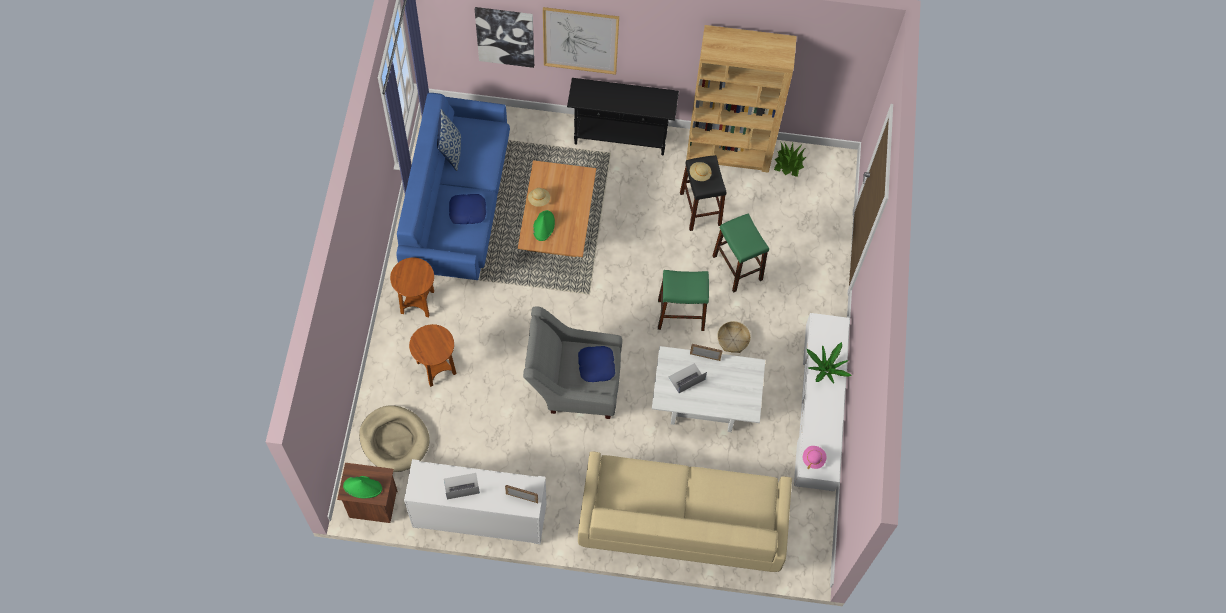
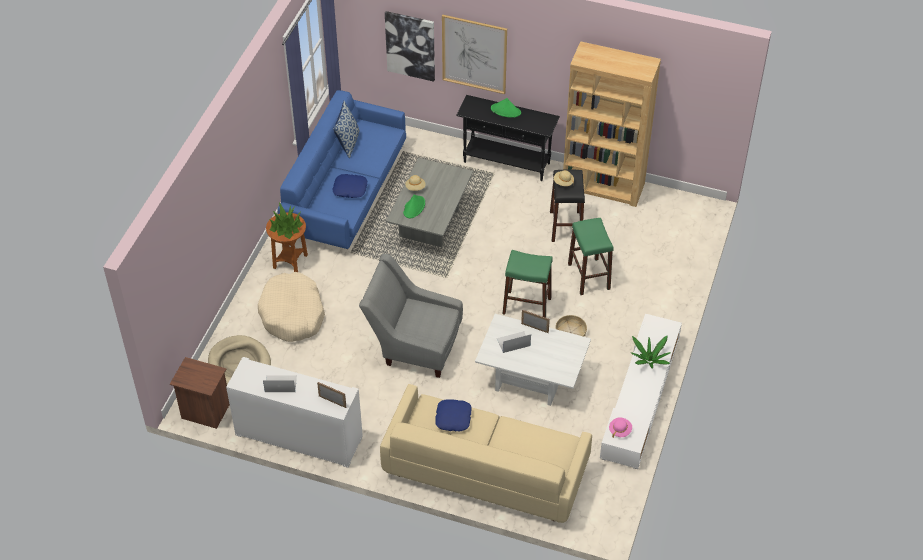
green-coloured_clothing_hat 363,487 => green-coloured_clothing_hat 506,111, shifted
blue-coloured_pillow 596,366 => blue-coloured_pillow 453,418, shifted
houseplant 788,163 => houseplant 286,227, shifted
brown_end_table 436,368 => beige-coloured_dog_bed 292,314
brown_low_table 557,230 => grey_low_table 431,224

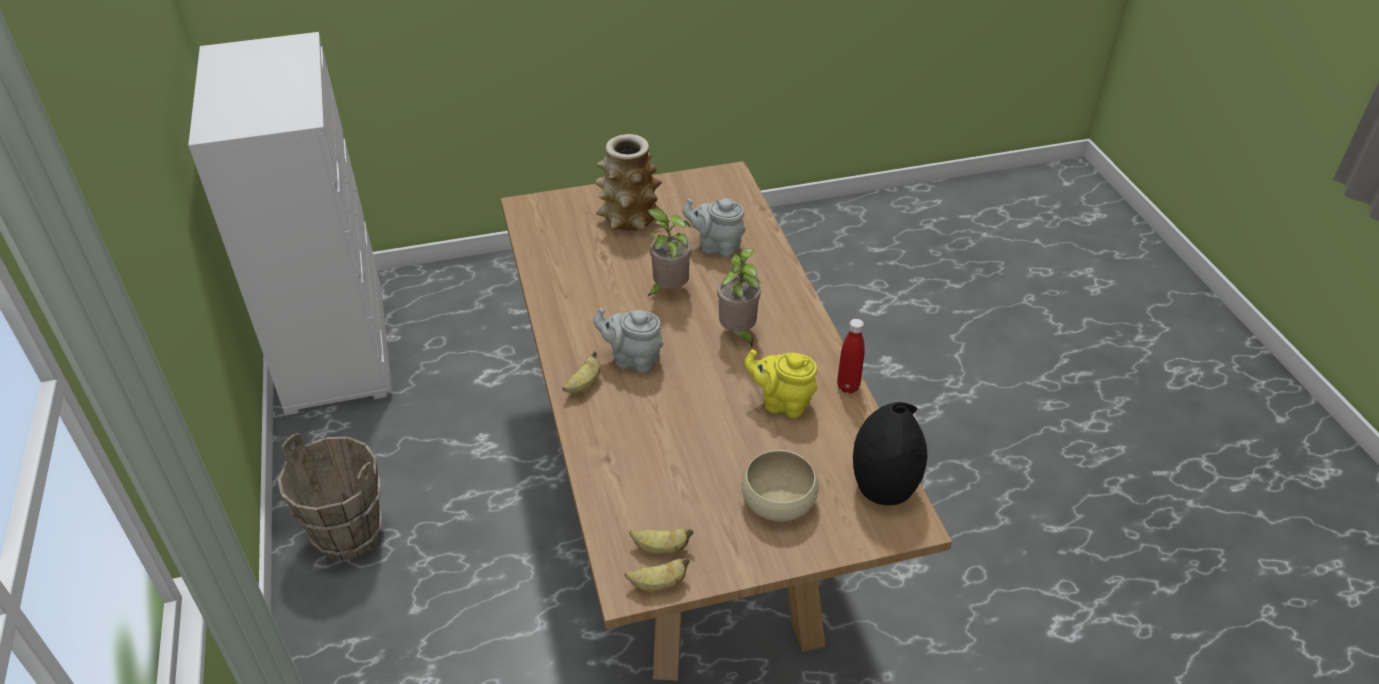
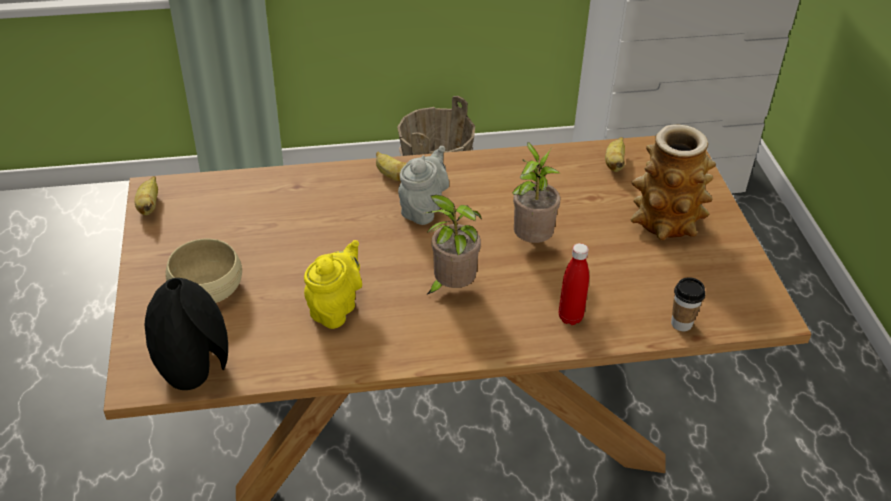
grey_tea_pot 716,246 => nothing
nothing => drinking_cup 681,323
banana 660,548 => banana 614,164, shifted
reddish_bottle 848,386 => reddish_bottle 570,317, shifted

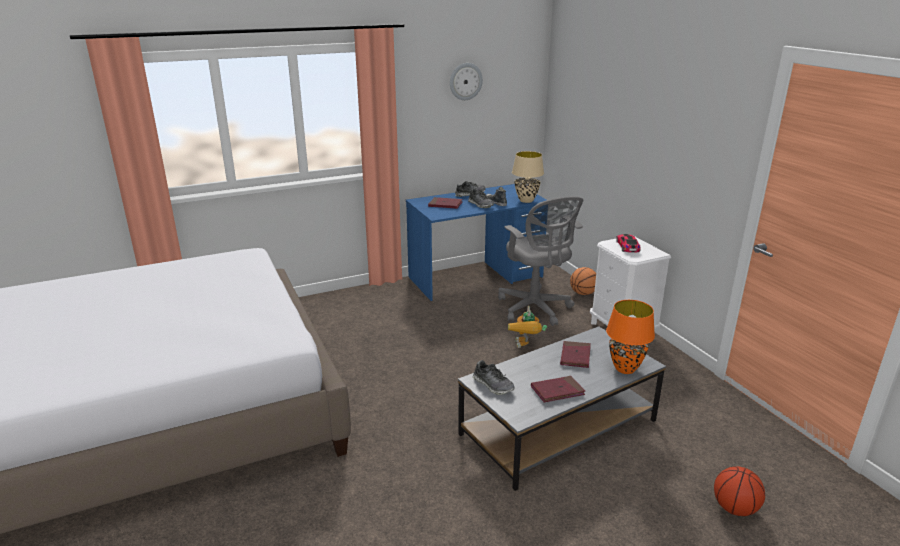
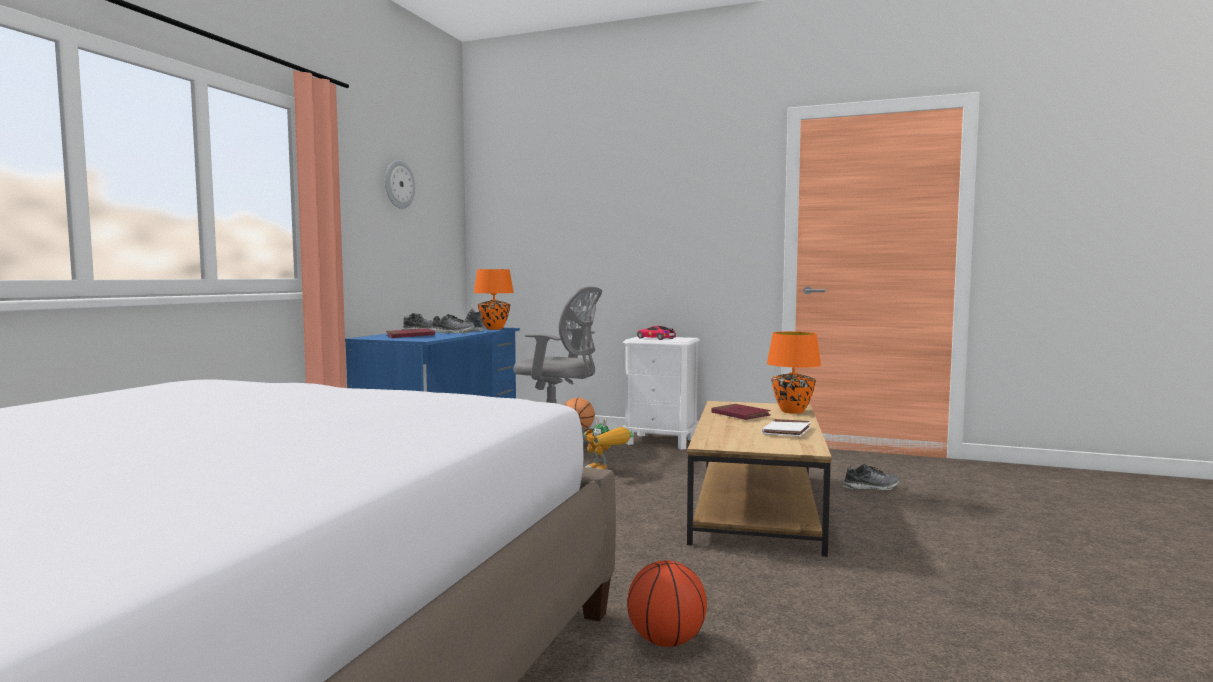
item_of_footwear 493,385 => item_of_footwear 870,487, shifted
basketball 734,508 => basketball 666,641, shifted
grey_low_table 558,427 => brown_low_table 755,506
beige-coloured_tabletop_lamp 526,200 => orangey_tabletop_lamp 494,329
reddish_volume 557,391 => white-coloured_volume 787,431

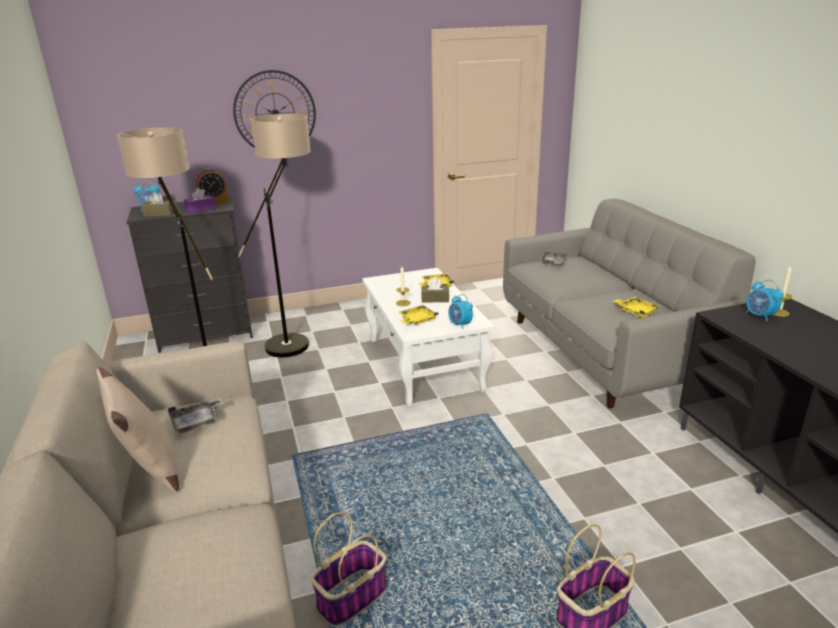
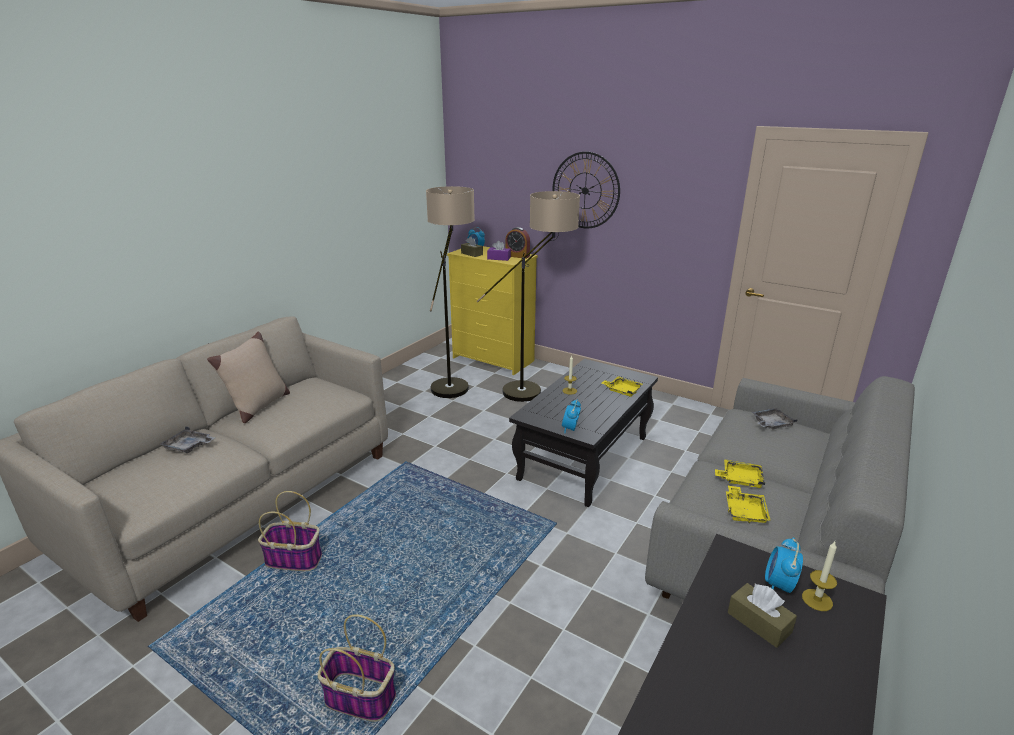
grey_carrying_tray 197,422 => grey_carrying_tray 189,447, shifted
yellowish_carrying_tray 417,320 => yellowish_carrying_tray 740,479, shifted
brown_box_of_tissues 435,299 => brown_box_of_tissues 759,622, shifted
black_drawer_chest 207,335 => yellowish_drawer_chest 493,359
white-coloured_low_table 424,364 => black_low_table 583,458

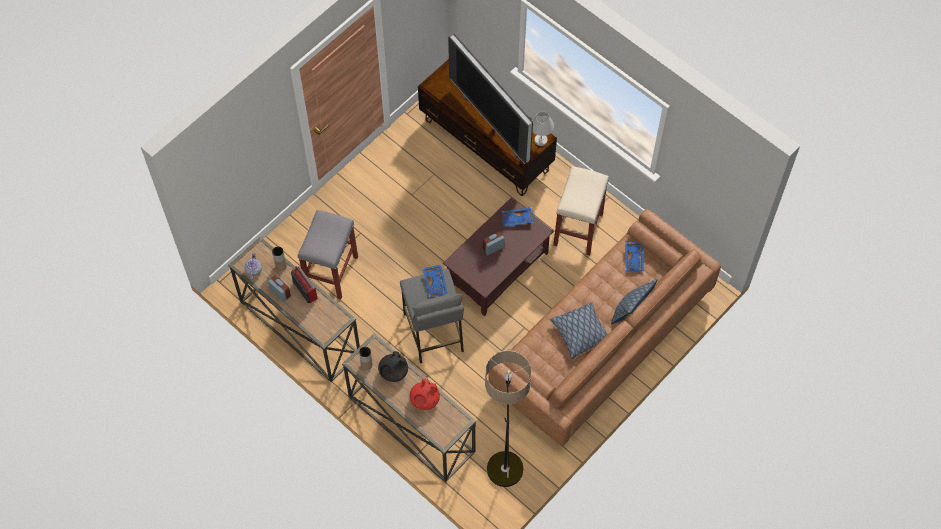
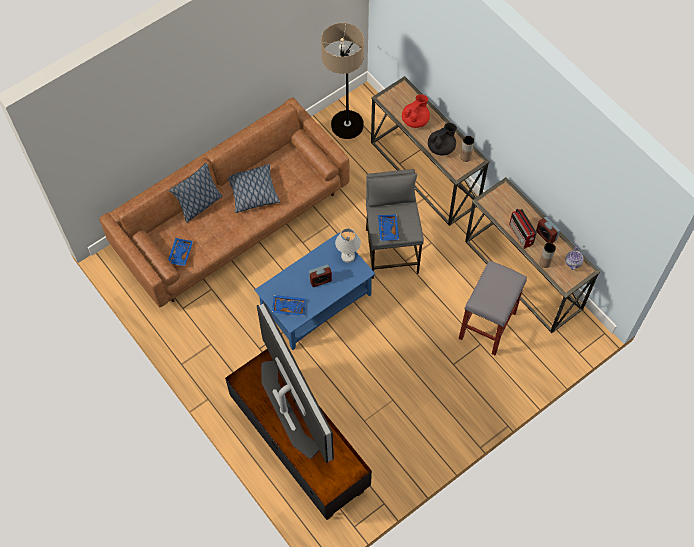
beige-coloured_sitting_stool 578,230 => nothing
white-coloured_tabletop_lamp 540,140 => white-coloured_tabletop_lamp 348,256, shifted
brown_low_table 497,270 => blue-coloured_low_table 317,303

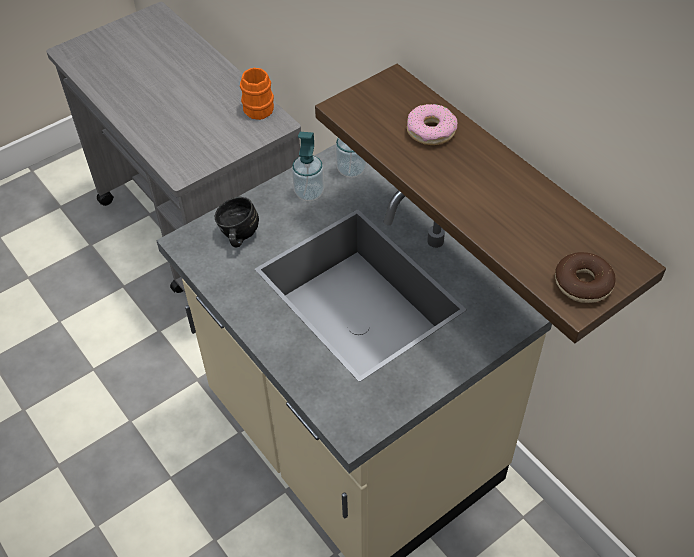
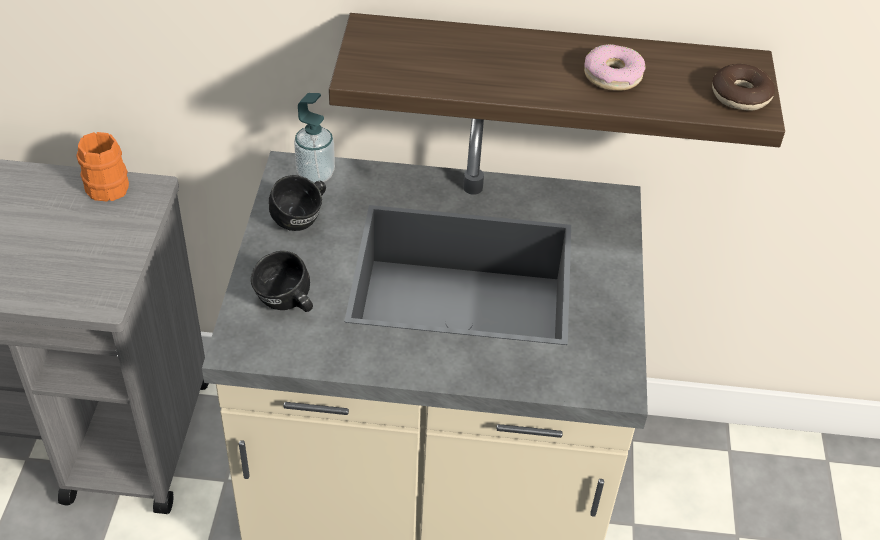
doughnut 431,131 => doughnut 612,75, shifted
soap_dispenser 309,192 => black_tea_mug 303,220

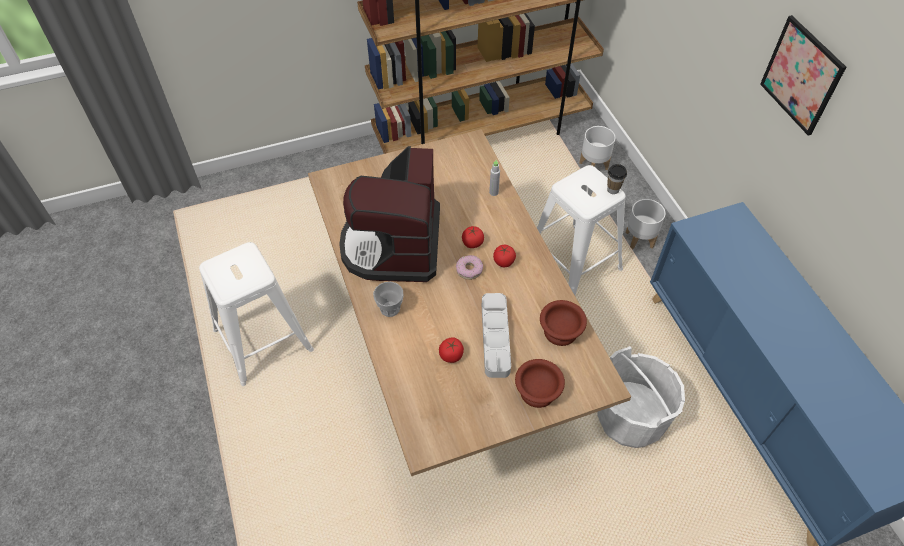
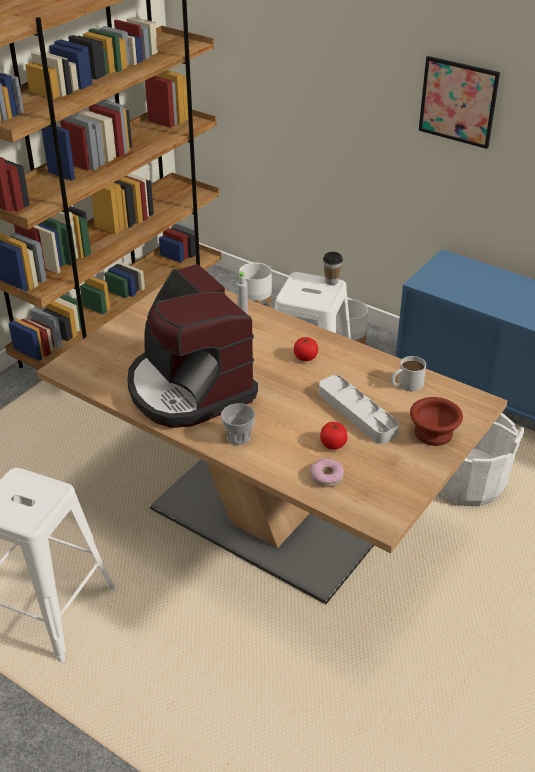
tomato 472,243 => nothing
doughnut 469,270 => doughnut 326,477, shifted
brown_serving_bowl 559,332 => white-coloured_tea_mug 406,384

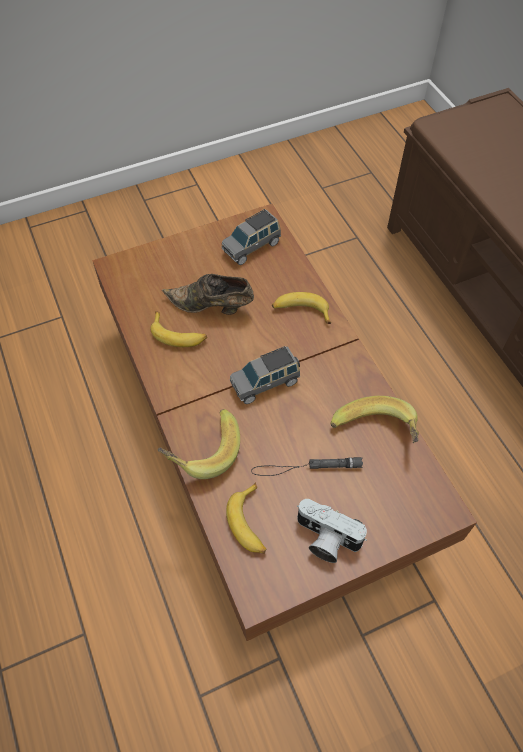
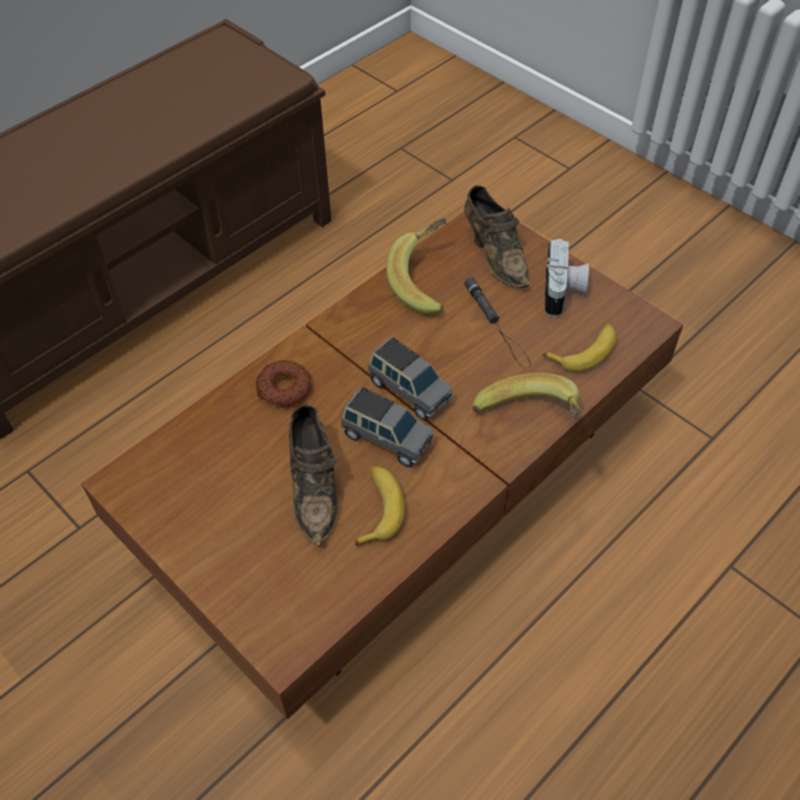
nothing => brown_item_of_footwear 495,254
grey_model_car 252,247 => grey_model_car 386,438, shifted
banana 301,311 => doughnut 284,388

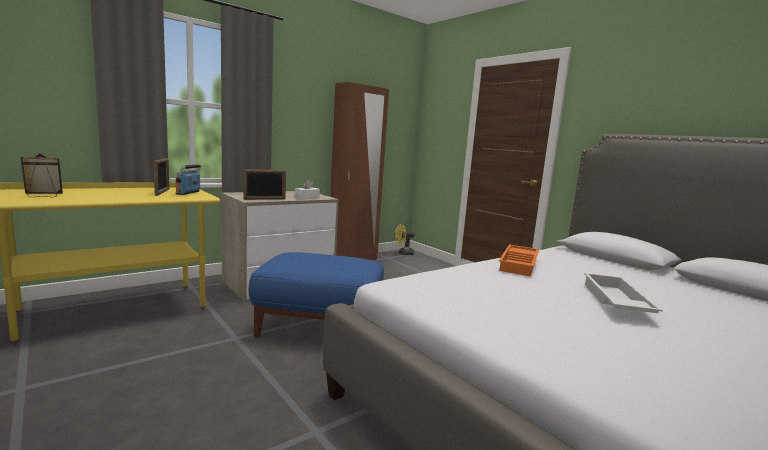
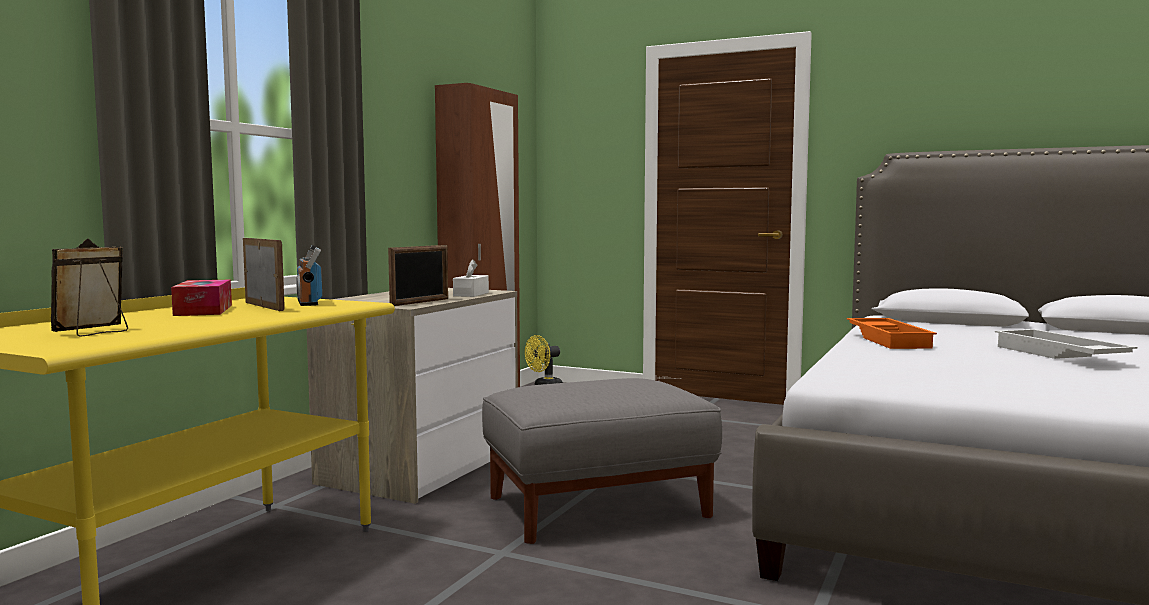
nothing => box_of_tissues 203,310
blue-coloured_ottoman 320,326 => grey_ottoman 599,506

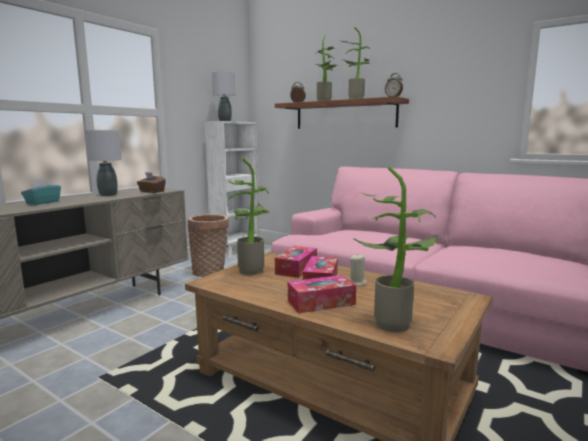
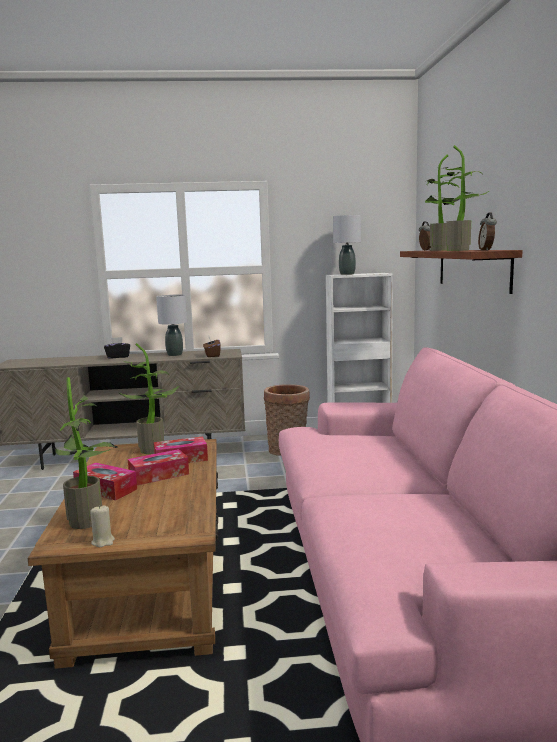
beige-coloured_wax_candle 357,283 => beige-coloured_wax_candle 103,541, shifted
turquoise_box_of_tissues 42,202 => black_box_of_tissues 118,357

